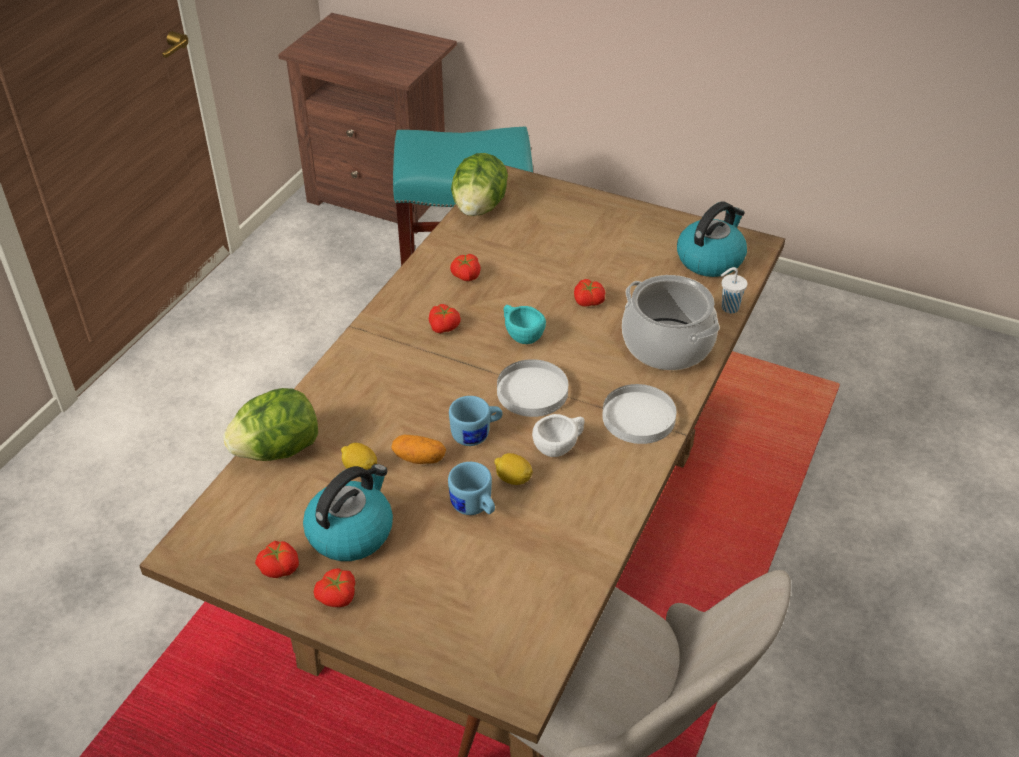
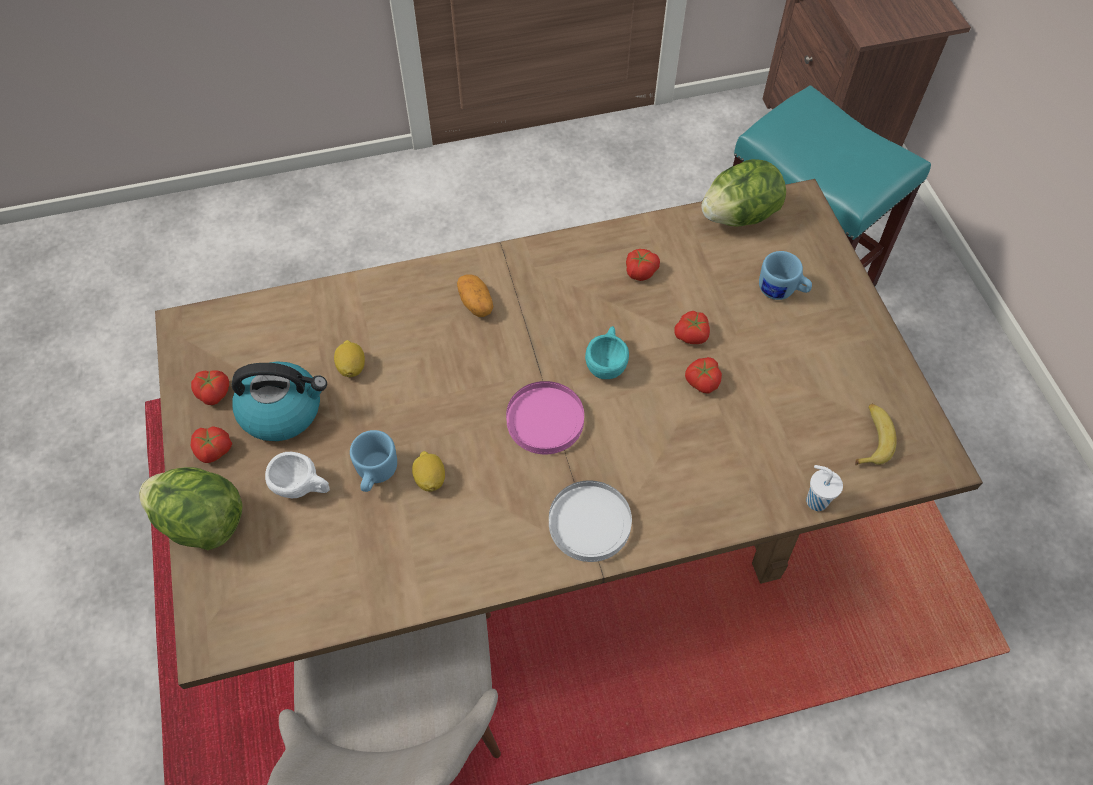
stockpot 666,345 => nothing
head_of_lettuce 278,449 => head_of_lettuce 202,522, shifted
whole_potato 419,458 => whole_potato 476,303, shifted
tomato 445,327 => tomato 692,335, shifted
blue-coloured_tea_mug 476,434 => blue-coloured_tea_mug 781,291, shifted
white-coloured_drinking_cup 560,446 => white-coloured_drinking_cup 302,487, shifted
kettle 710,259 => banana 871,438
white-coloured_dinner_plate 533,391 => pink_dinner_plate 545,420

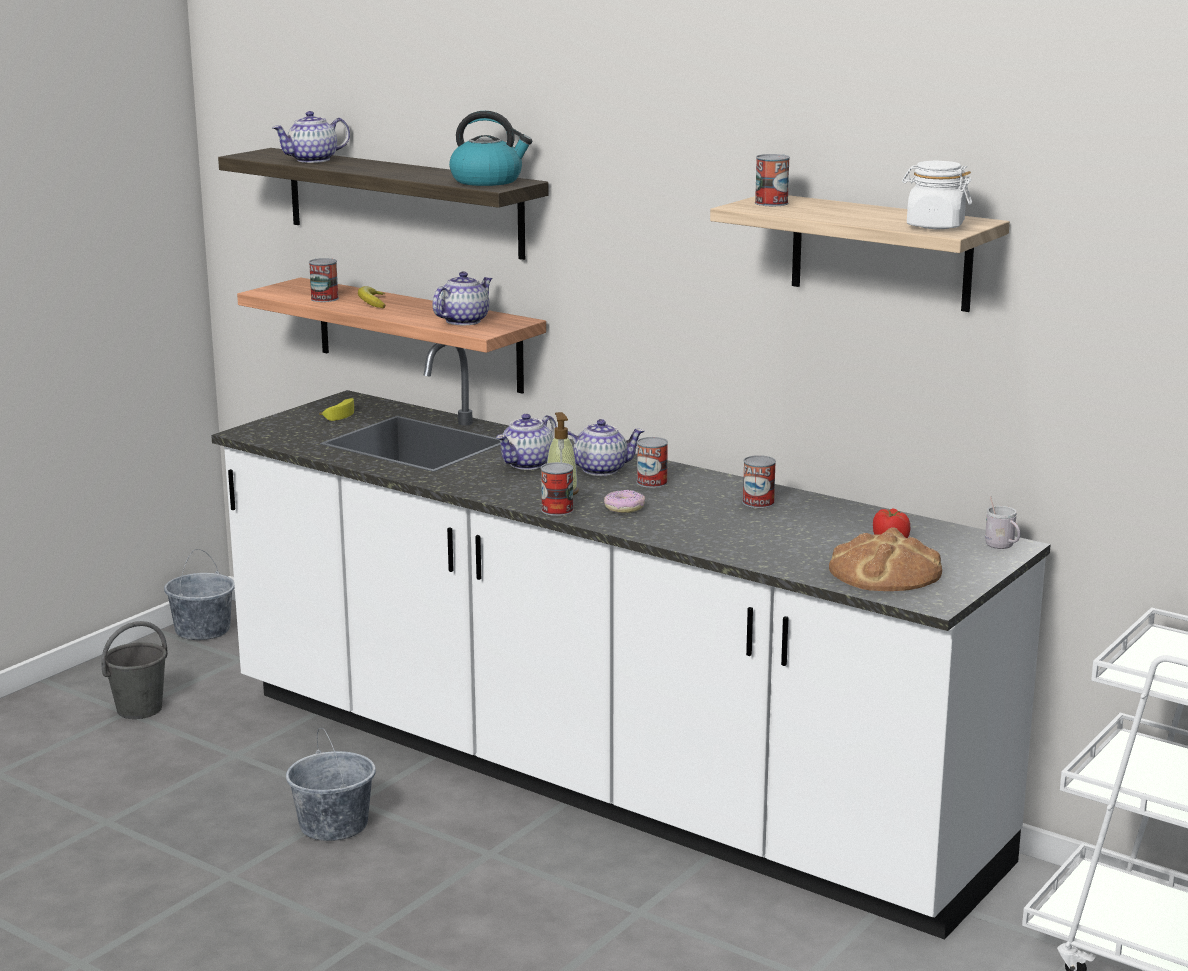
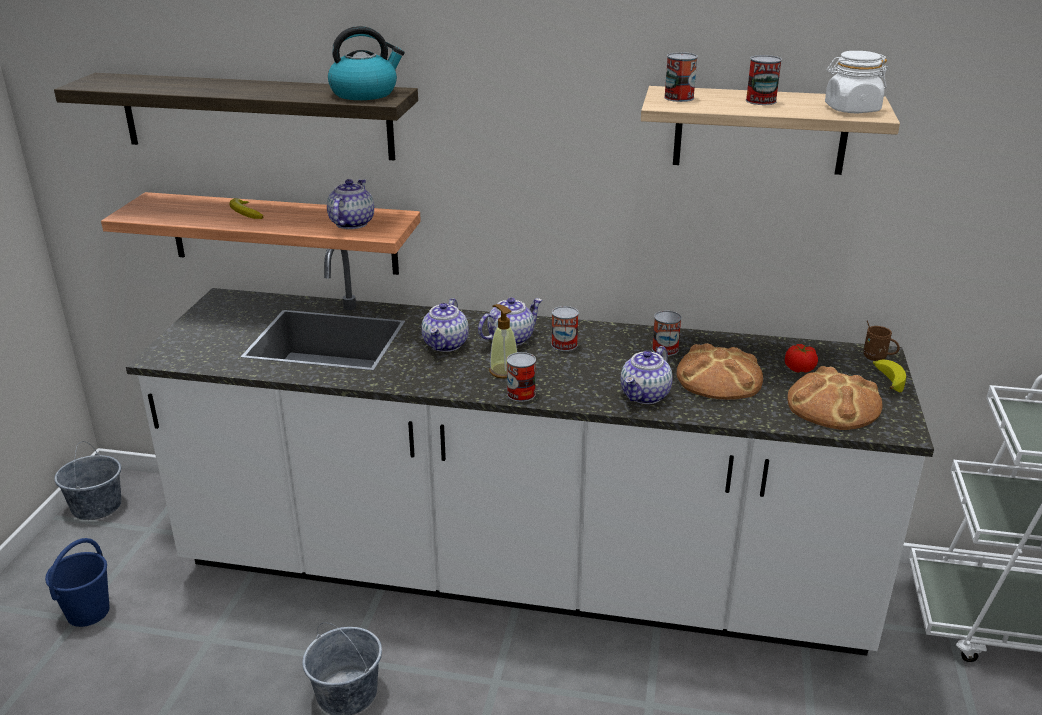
doughnut 624,508 => nothing
nothing => bakery_bread 718,378
tea_pot 312,160 => tea_pot 645,396, shifted
can 324,299 => can 761,101, shifted
banana 339,414 => banana 887,380, shifted
grey_water_bucket 140,709 => blue-coloured_water_bucket 89,612
white-coloured_tea_mug 1002,547 => brown_tea_mug 878,358

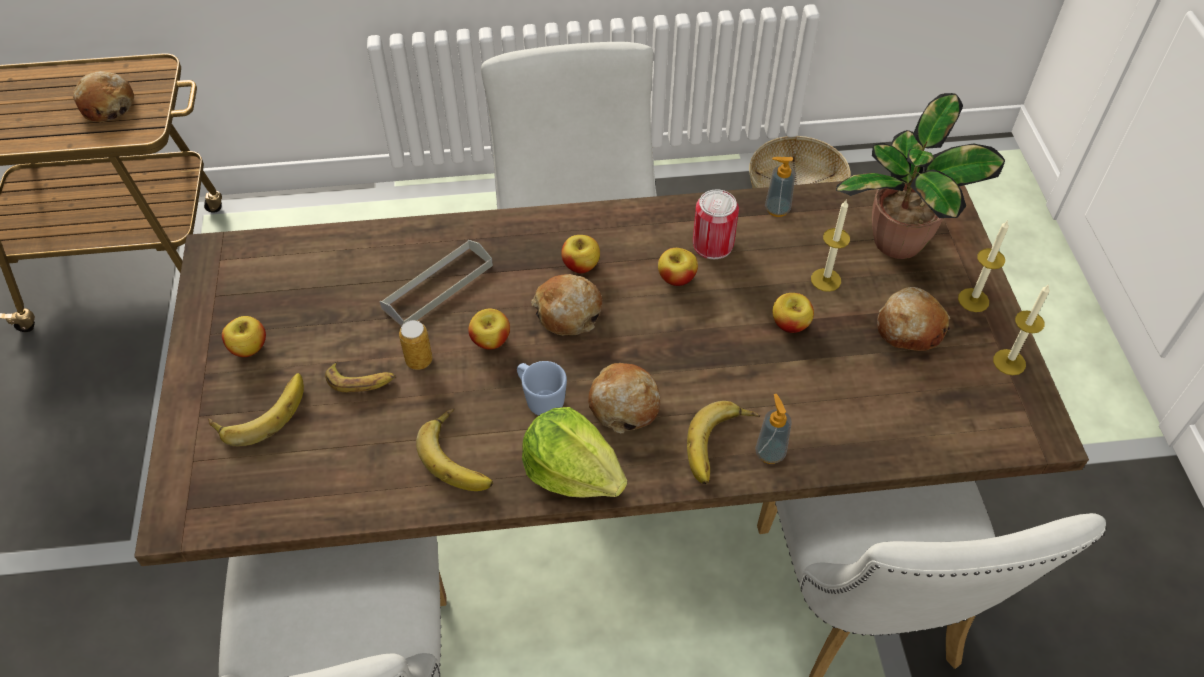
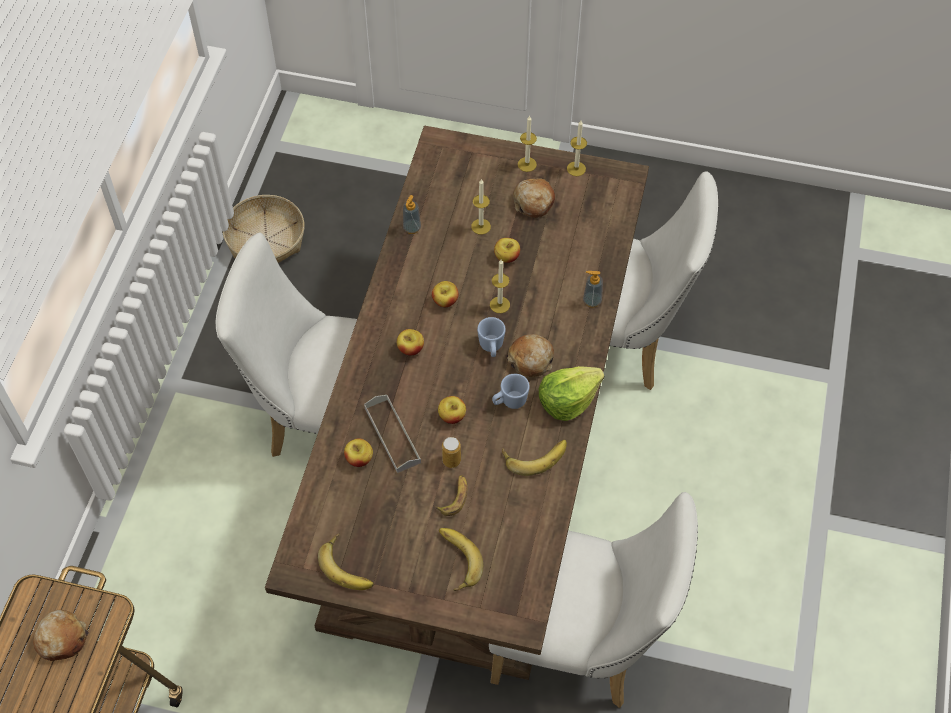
bakery_bread 568,312 => nothing
can 713,244 => nothing
houseplant 897,244 => nothing
nothing => blue-coloured_tea_mug 491,348
nothing => wax_candle 499,305
apple 249,348 => apple 359,459, shifted
banana 721,447 => banana 349,565, shifted

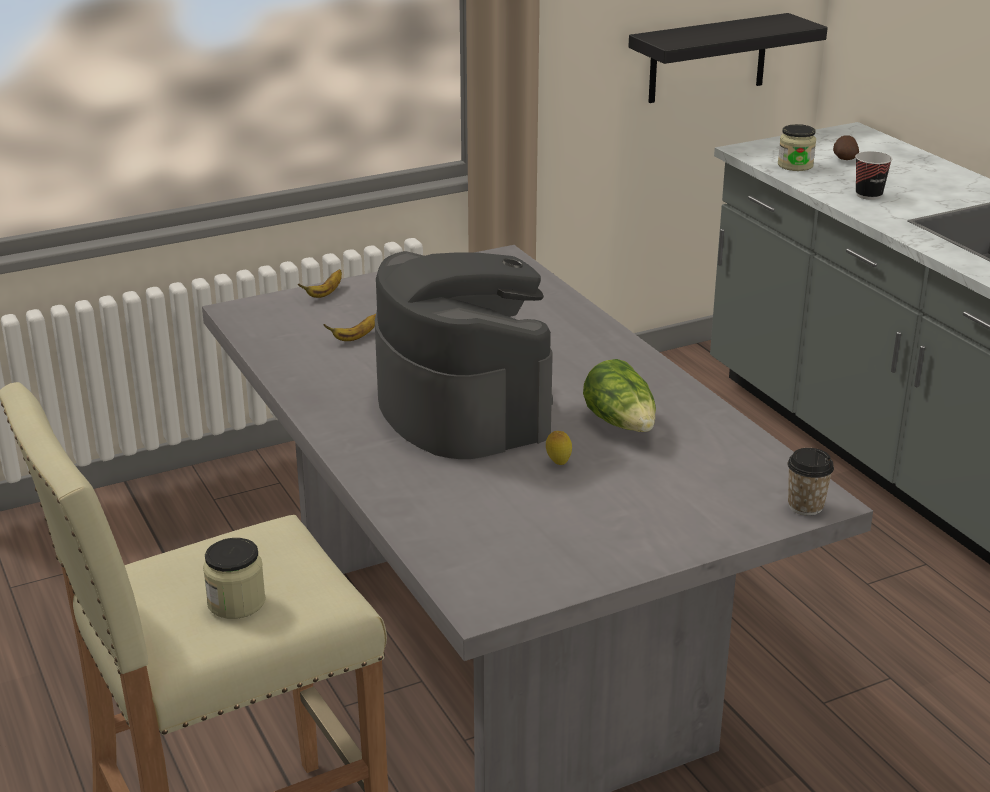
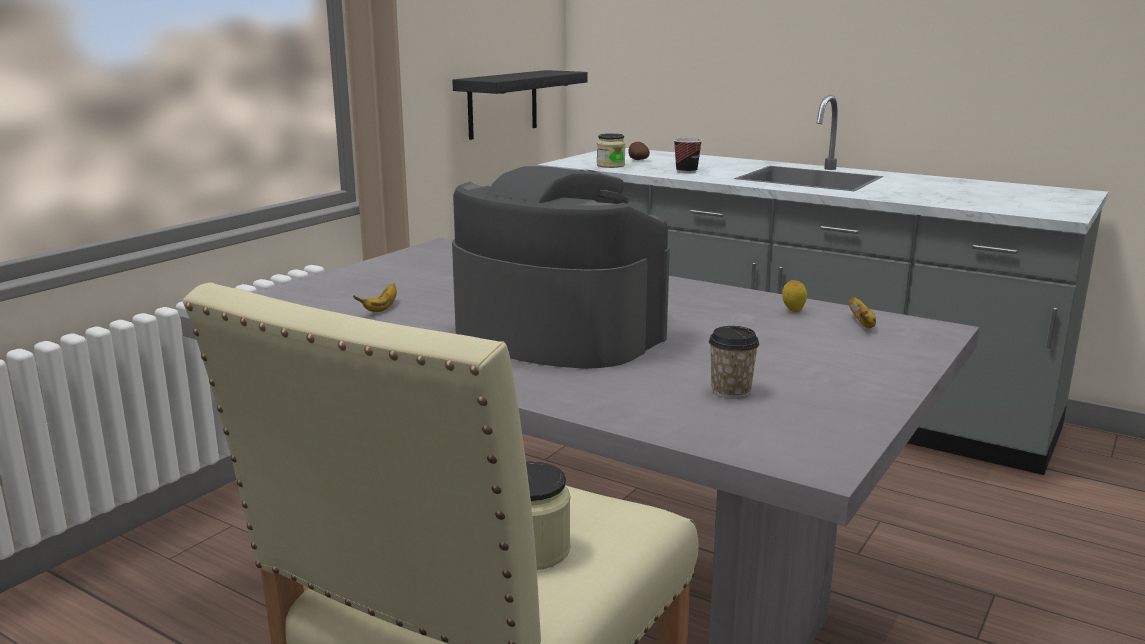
head_of_lettuce 622,424 => nothing
banana 325,293 => banana 862,324, shifted
lemon 558,463 => lemon 793,311, shifted
drinking_cup 805,506 => drinking_cup 731,391, shifted

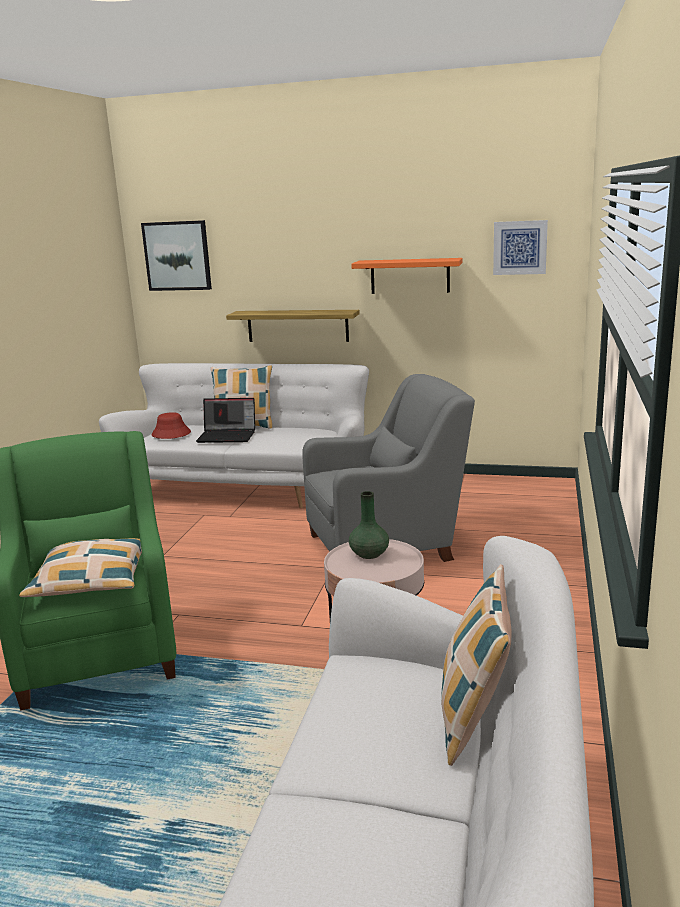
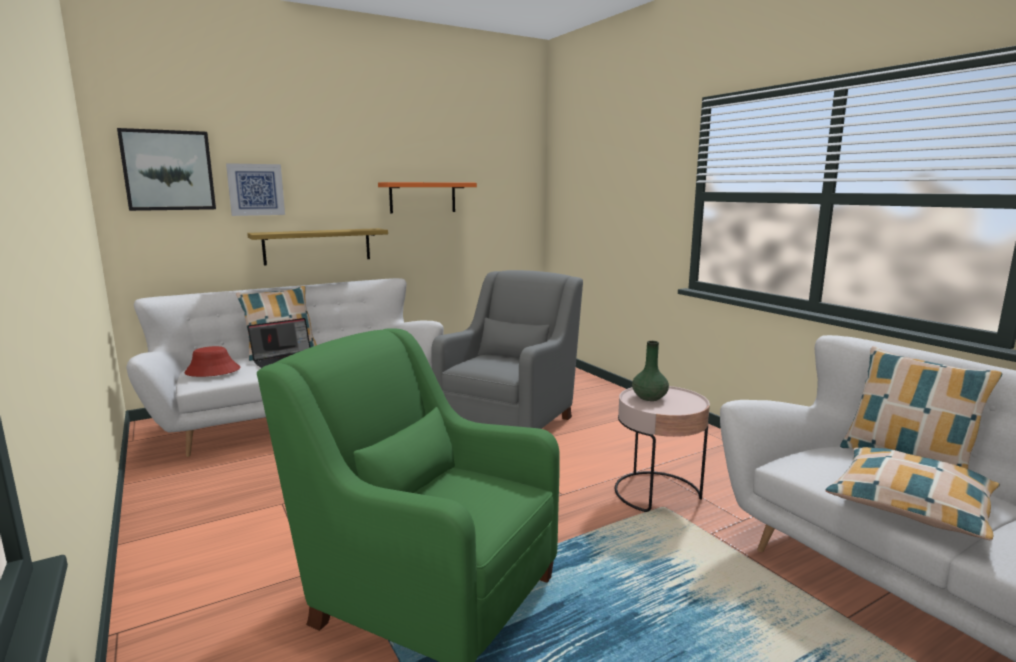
pillow 90,580 => pillow 910,504, shifted
wall_art 520,247 => wall_art 256,189, shifted

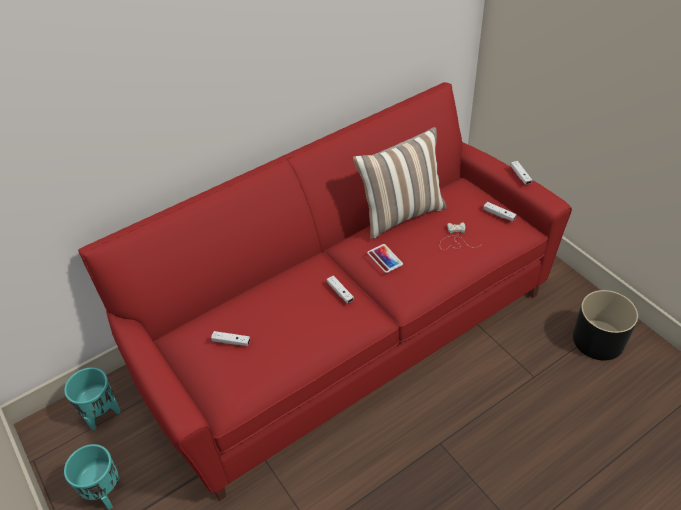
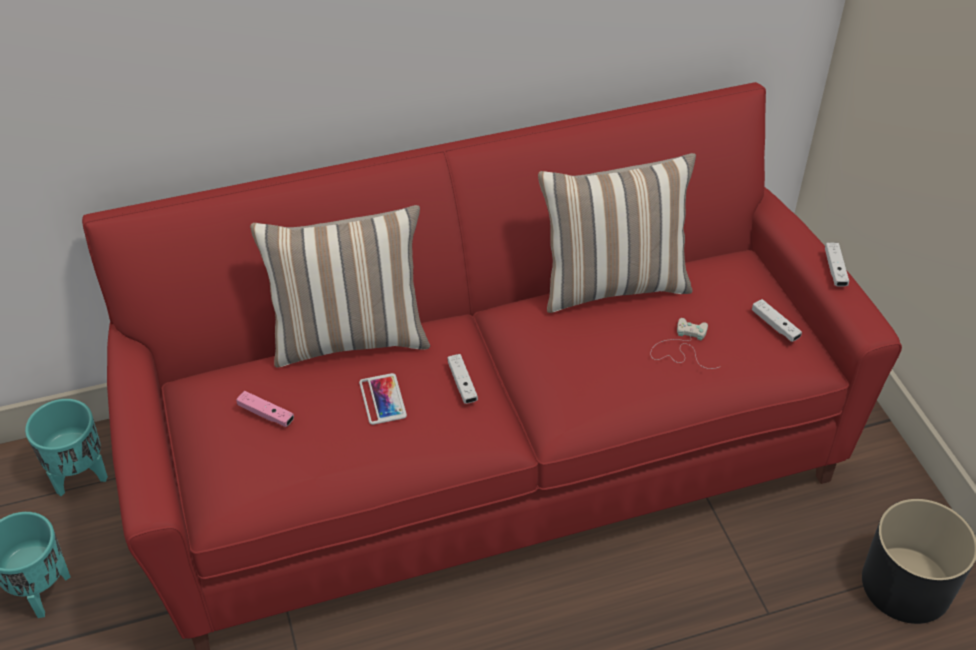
nothing => pillow 350,337
telephone 384,258 => telephone 382,399, shifted
white-coloured_gamepad 231,341 => pink_gamepad 266,414

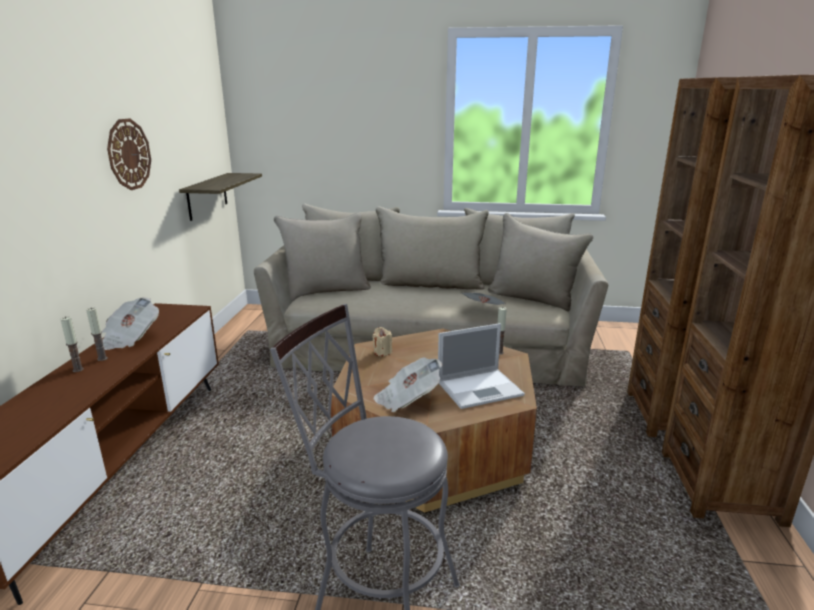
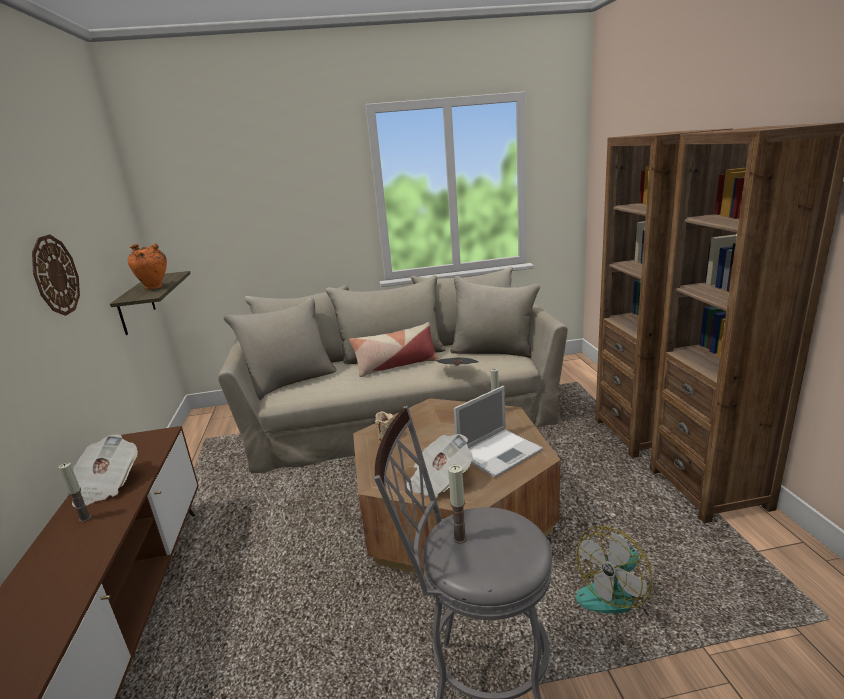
nothing => orangey_decorative_vase 155,288
nothing => pillow 396,366
nothing => fan 612,592
wax_candle 78,369 => wax_candle 460,538, shifted

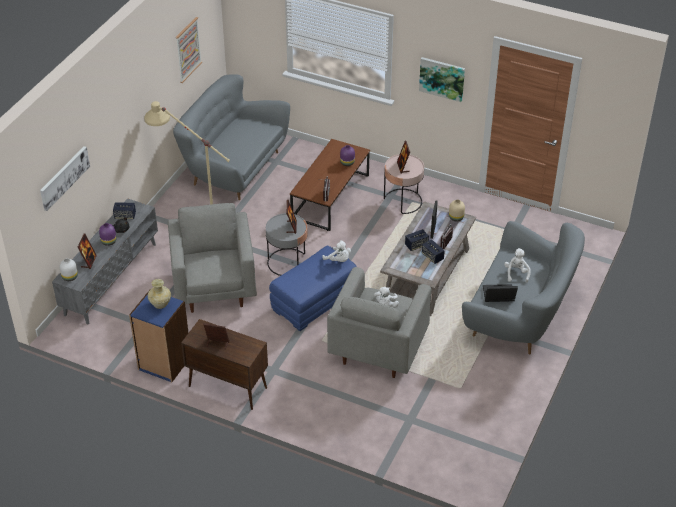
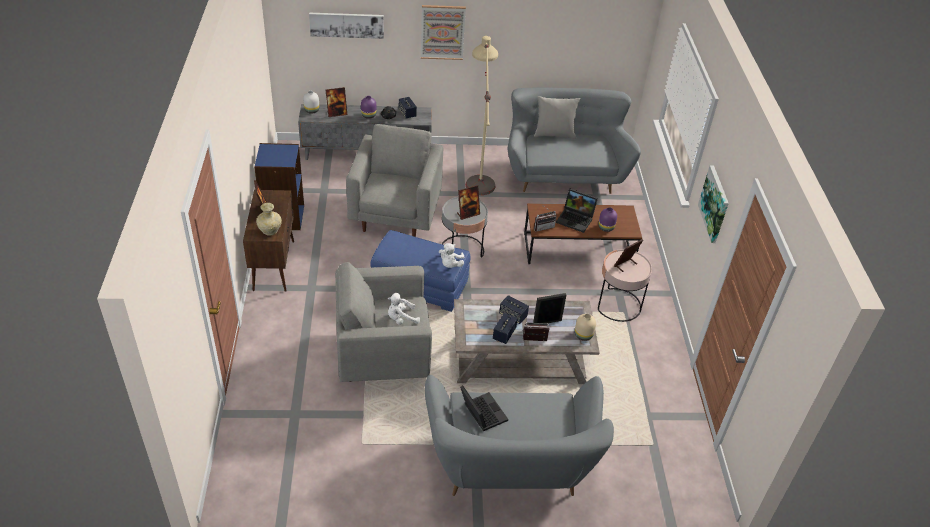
white-coloured_cuddly_toy 516,273 => nothing
nothing => grey_pillow 554,134
nothing => notebook_computer 576,219
beige-coloured_decorative_vase 160,304 => beige-coloured_decorative_vase 270,231, shifted
wall_art 188,49 => wall_art 442,32, shifted
grey_easy_chair 214,287 => grey_easy_chair 396,215, 45 degrees counterclockwise

